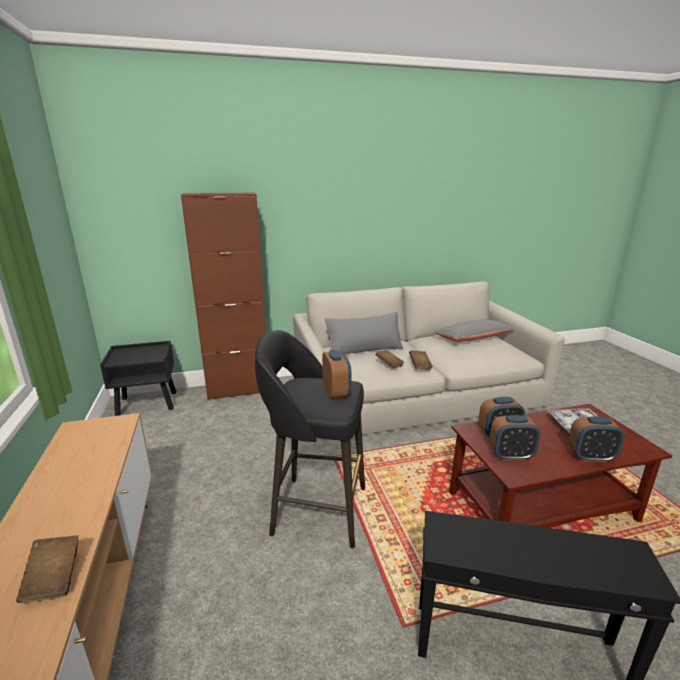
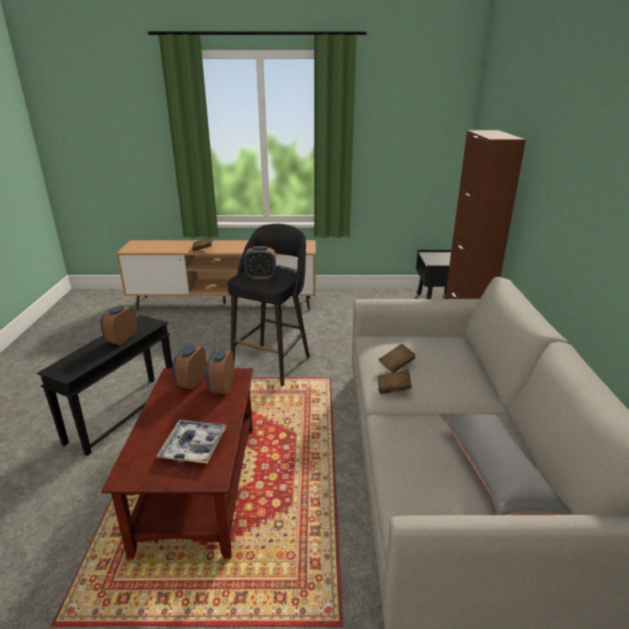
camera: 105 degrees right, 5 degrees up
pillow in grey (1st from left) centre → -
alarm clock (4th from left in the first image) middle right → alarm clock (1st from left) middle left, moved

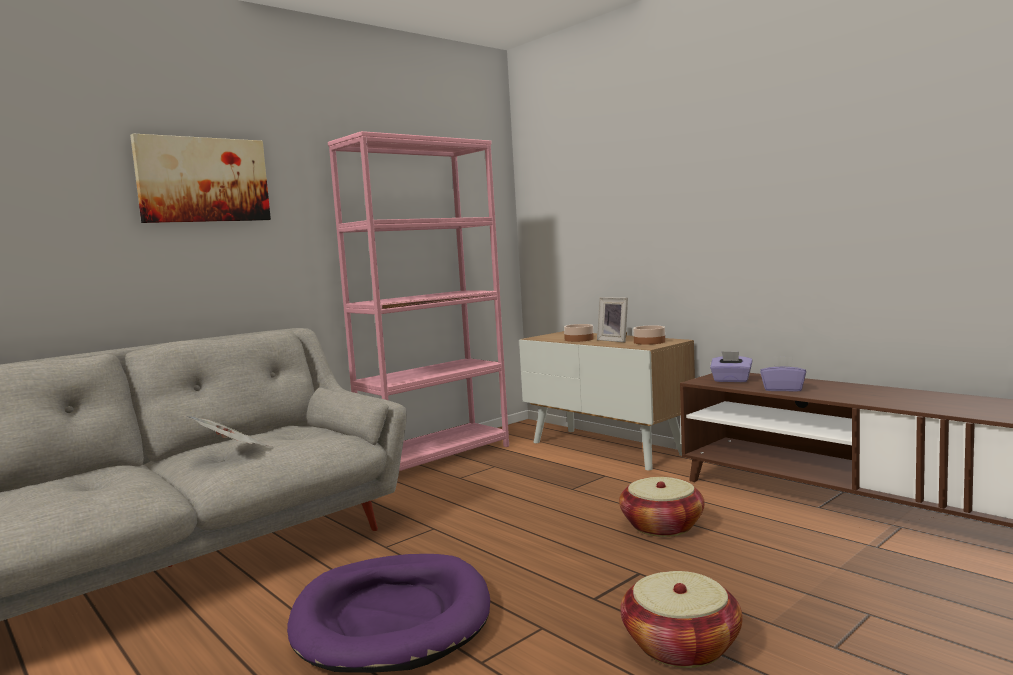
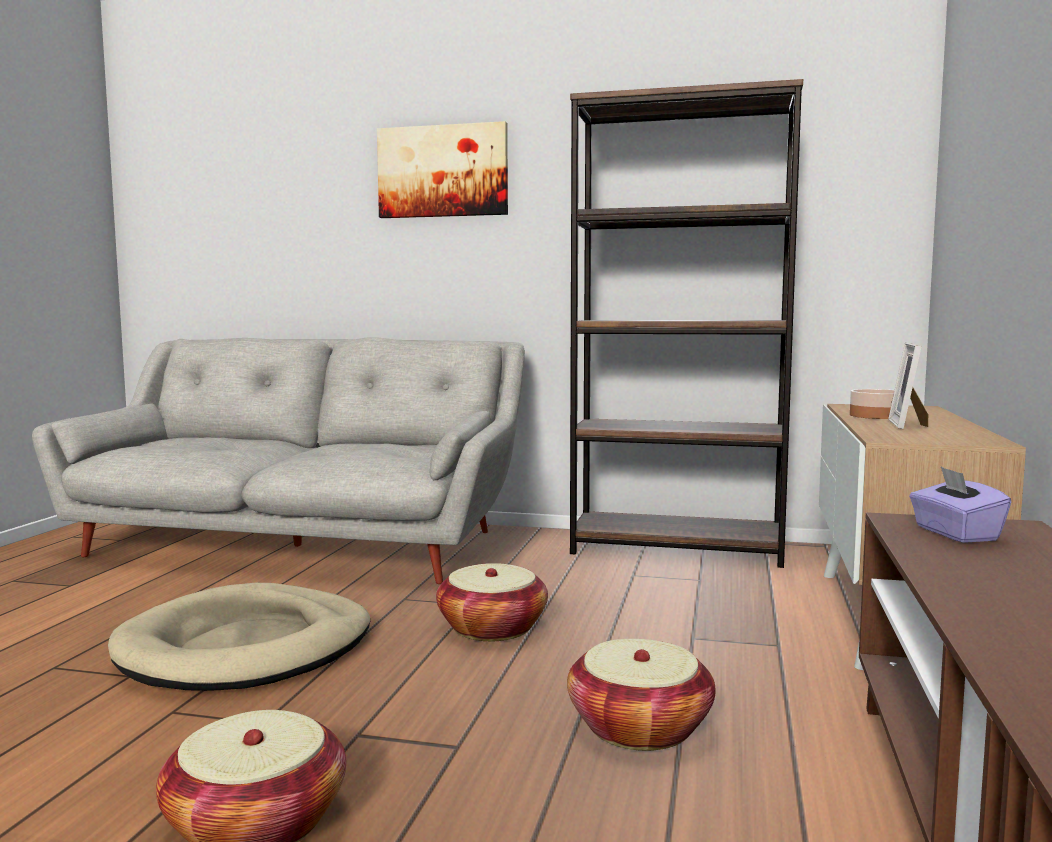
camera: 55 degrees right, 0 degrees up
bookcase in pink centre → bookcase in brown centre
bowl (2nd from left) centre → -
tissue box in purple (2nd from left) middle right → -
newspaper middle left → -
dog bed in purple bottom centre → dog bed in beige bottom left
- → basket (2nd from left) bottom centre

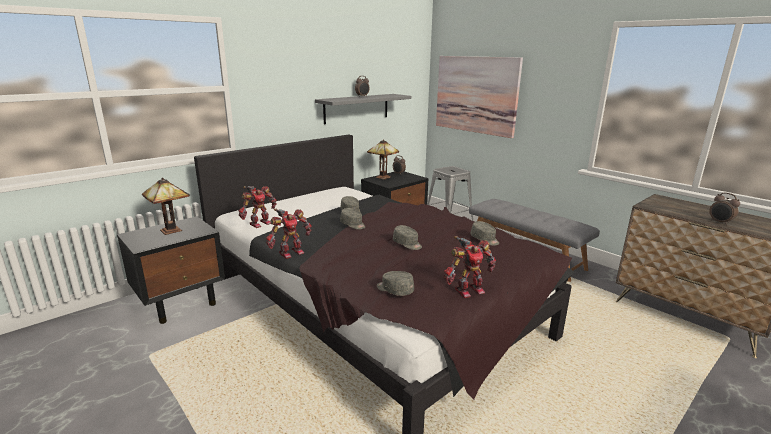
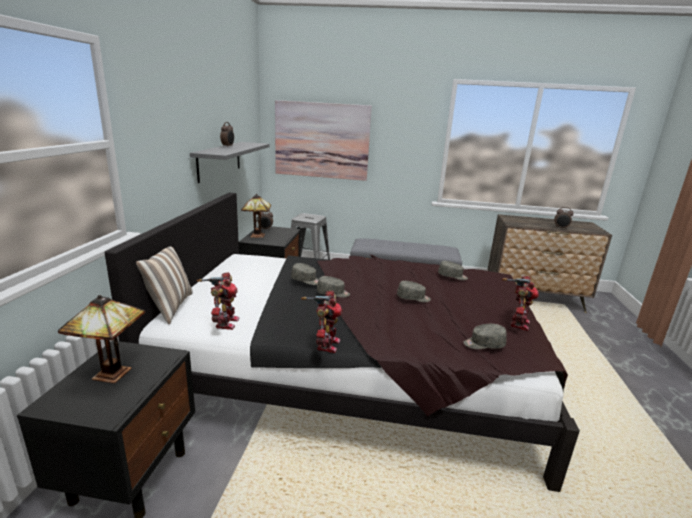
camera: 40 degrees left, 0 degrees up
- → pillow middle left

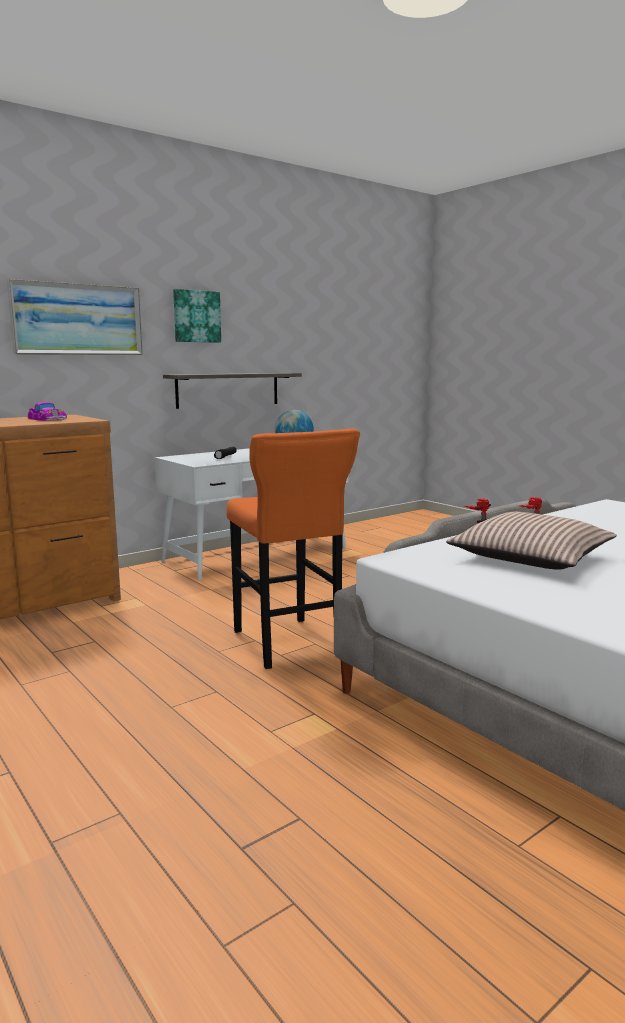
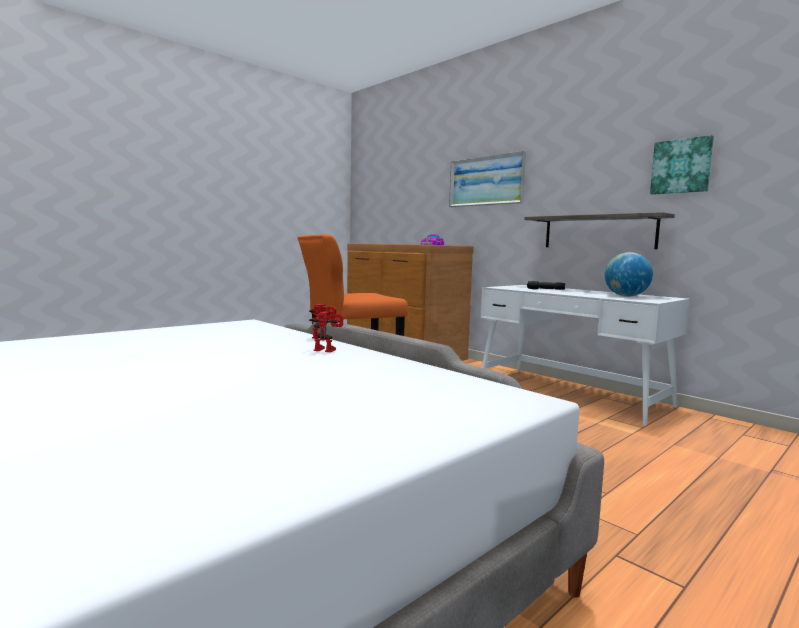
camera: 85 degrees right, 5 degrees down
picture (2nd from left) top left → picture (2nd from left) top right, moved
pillow middle right → -

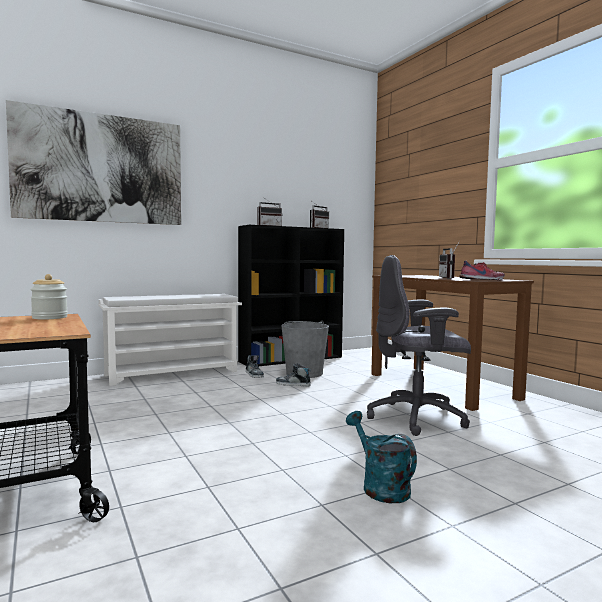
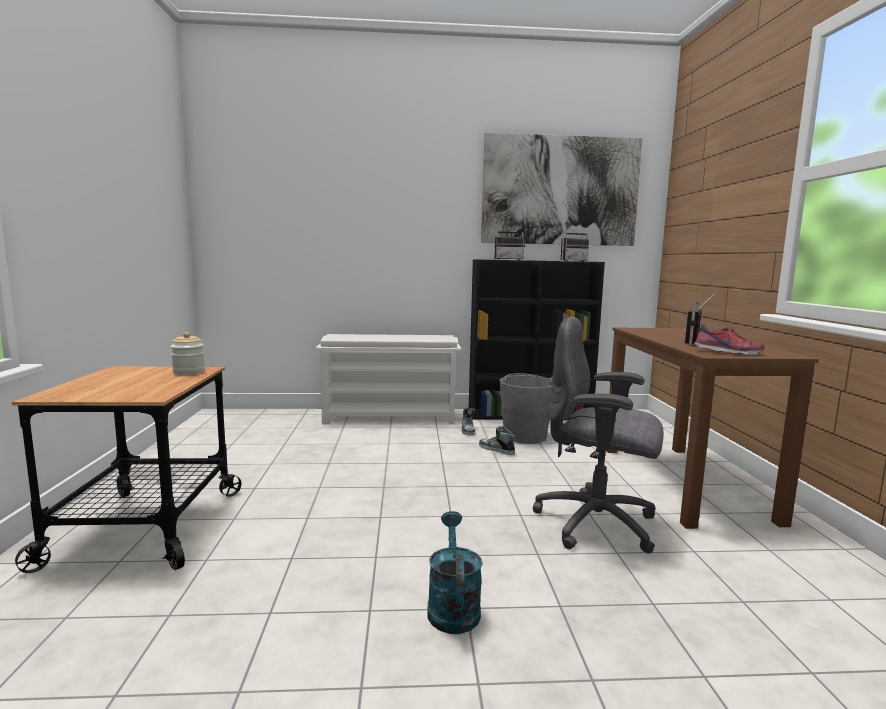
camera: 25 degrees right, 5 degrees up
picture top left → picture top centre, moved

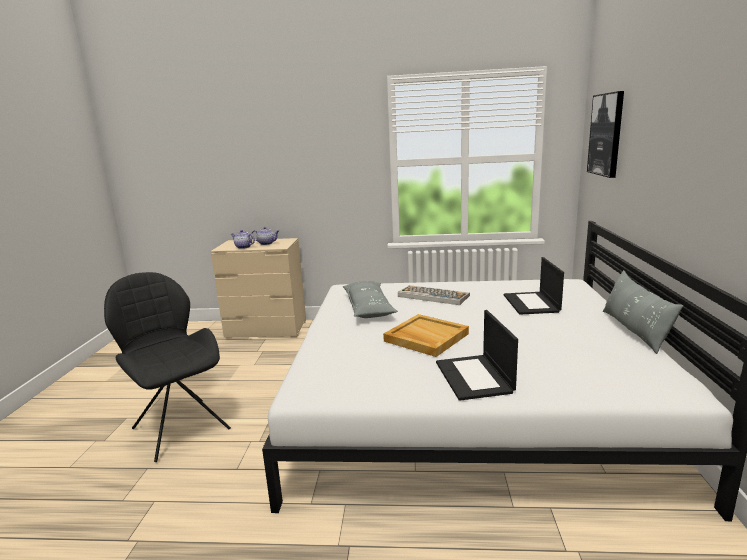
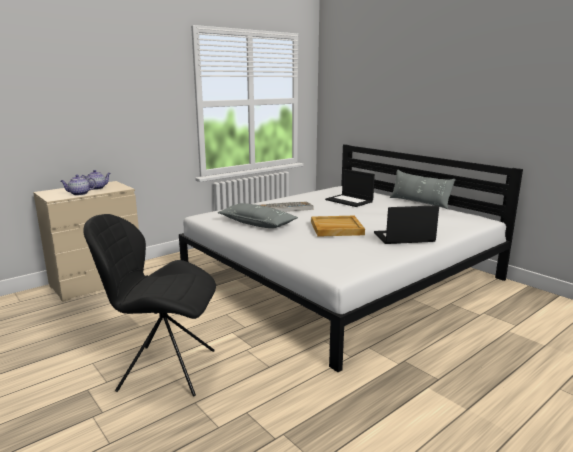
camera: 45 degrees left, 0 degrees up
picture top right → -
laptop (1st from left in the first image) centre → laptop (2nd from left) middle right, 135 degrees clockwise

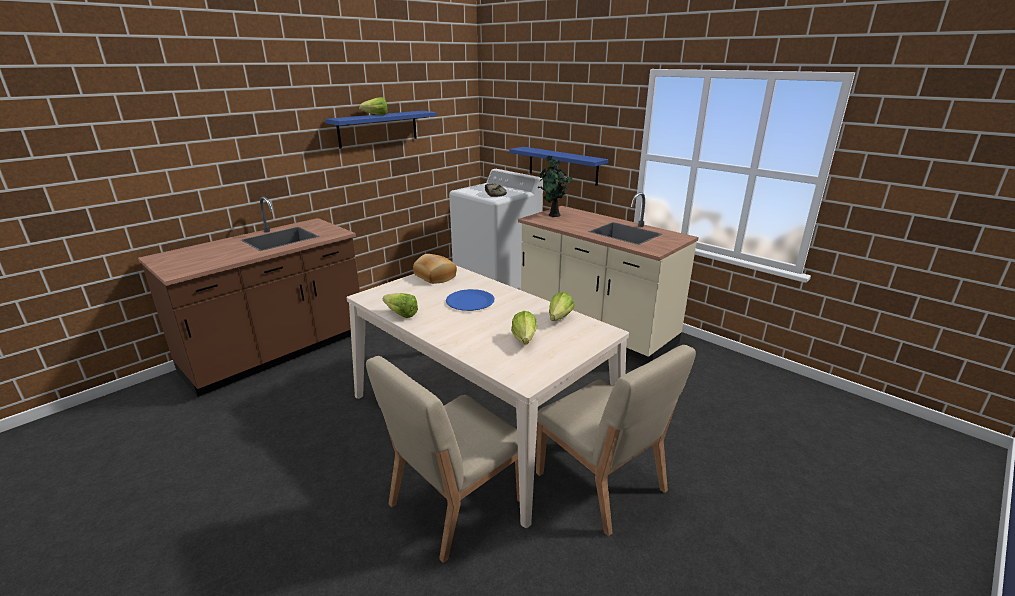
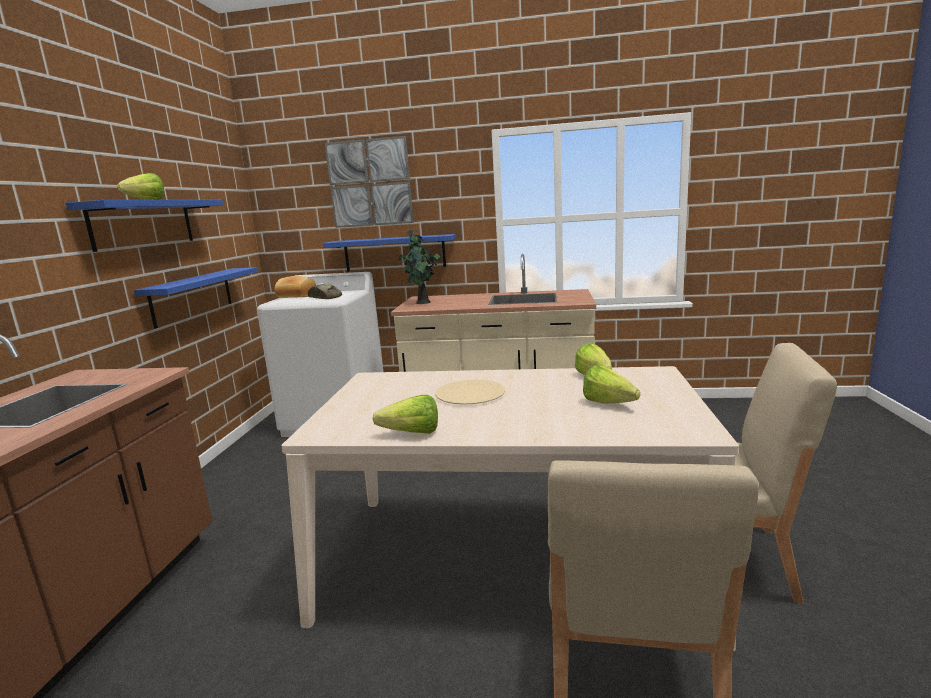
camera: 35 degrees left, 10 degrees down
bread (1st from left) centre → bread (1st from left) middle left, moved
plate in blue centre → plate in beige centre
- → picture top centre
- → shelf in blue (2nd from left) middle left

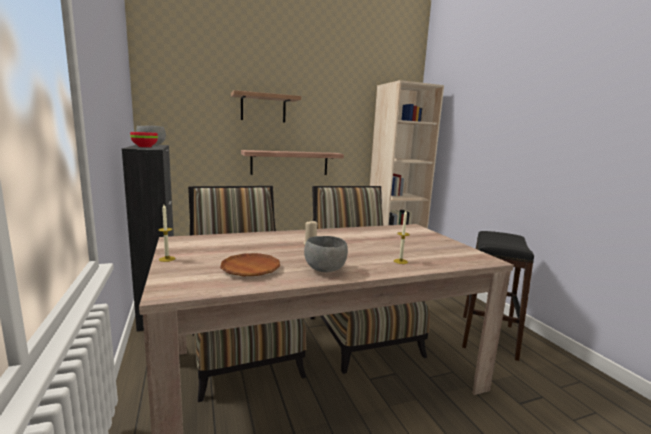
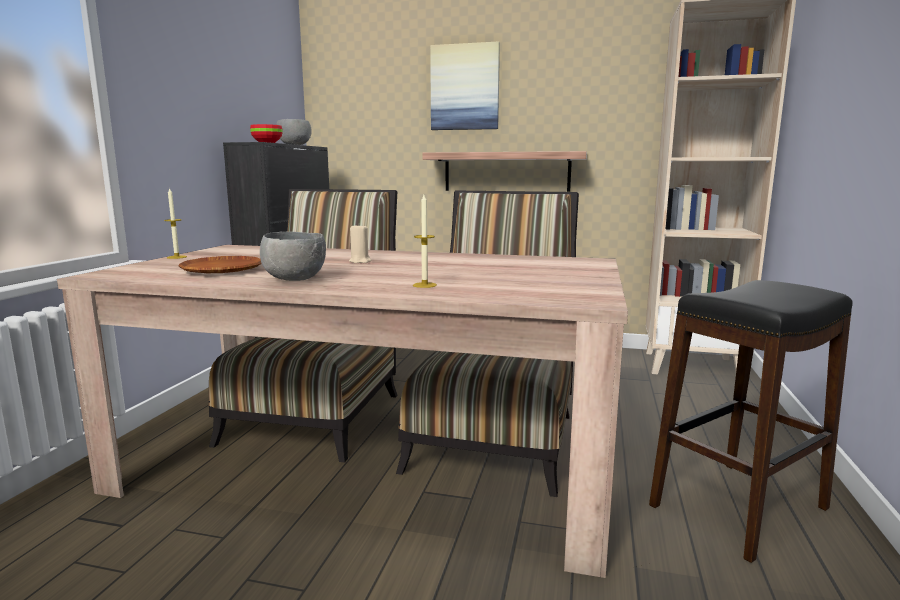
camera: 35 degrees right, 0 degrees up
shelf (1st from left) top centre → picture top centre

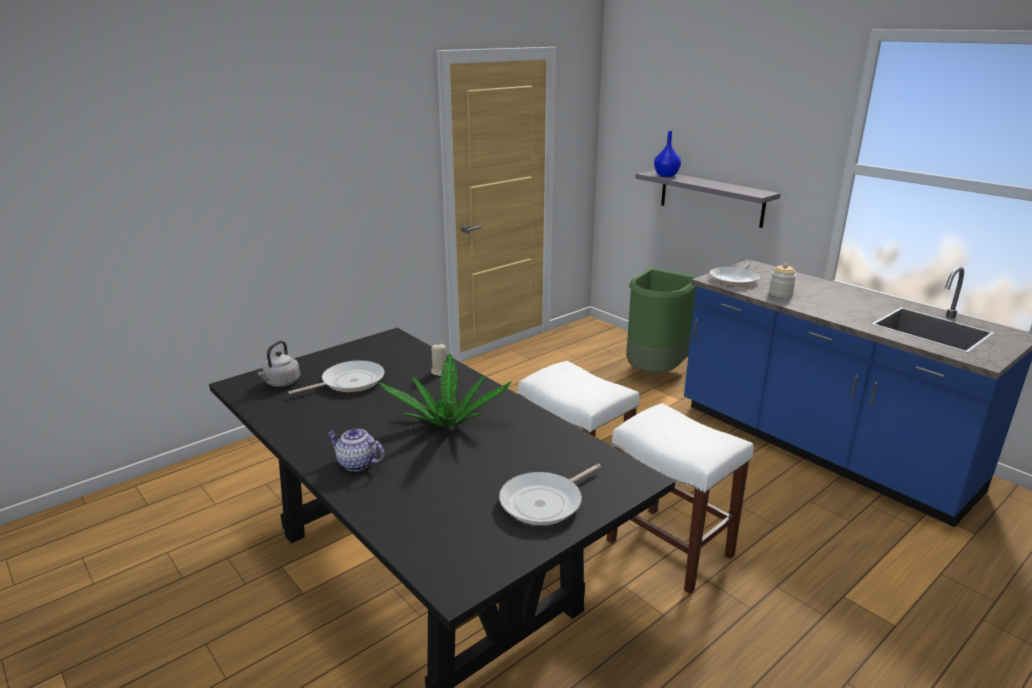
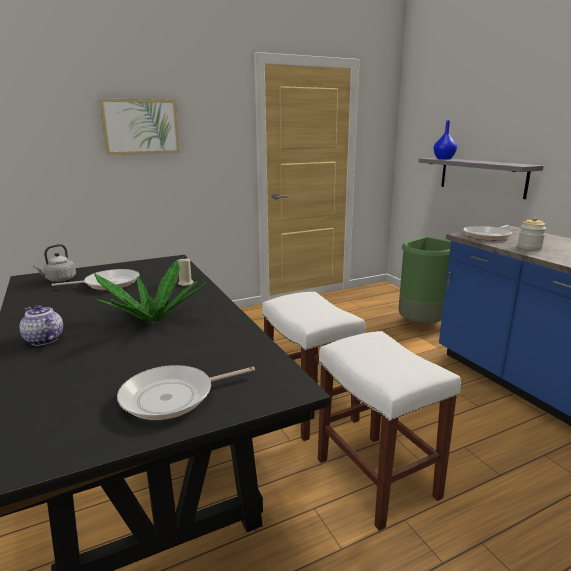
camera: 15 degrees right, 5 degrees down
- → picture top left

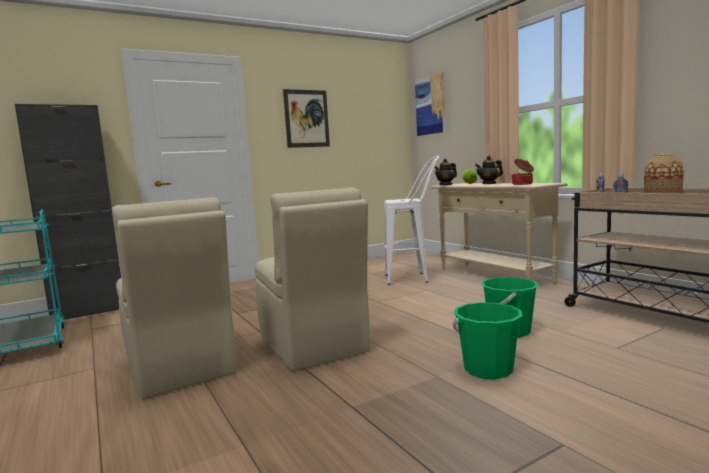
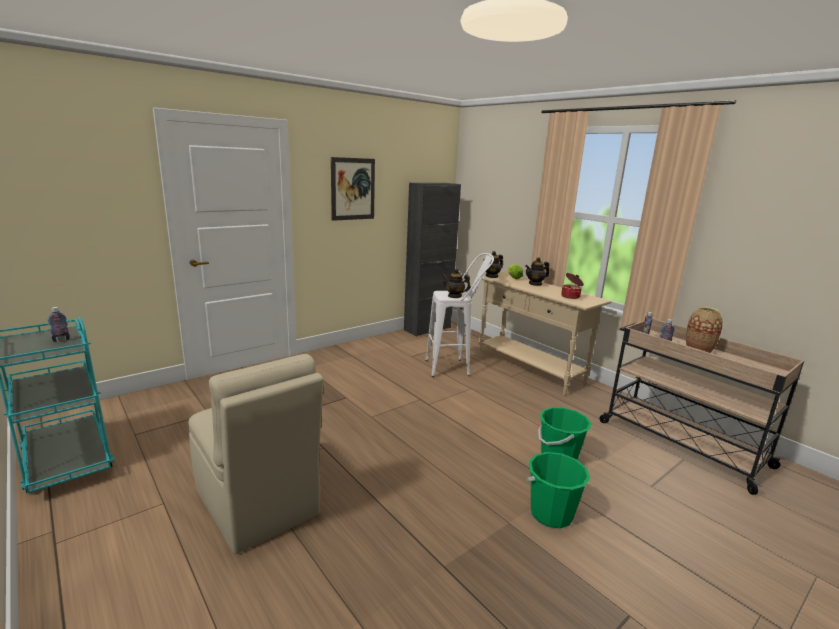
camera: 10 degrees left, 10 degrees up
picture (2nd from left) top centre → -
cabinet in black middle left → cabinet in black centre, moved
chair in beige (2nd from left) centre → -
- → teapot (1st from left) centre
- → bottle (1st from left) middle left

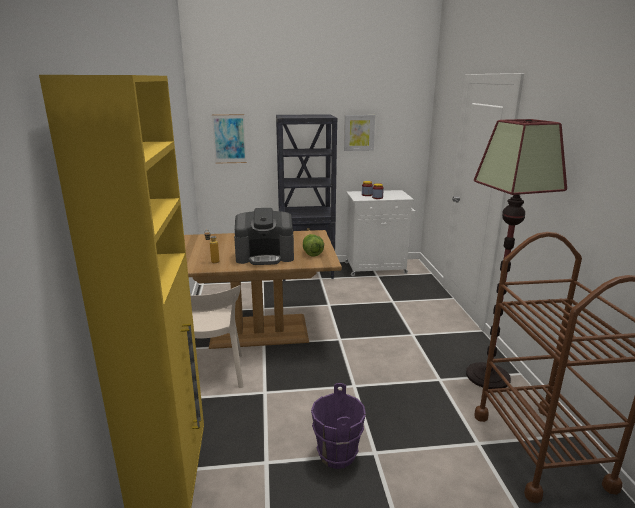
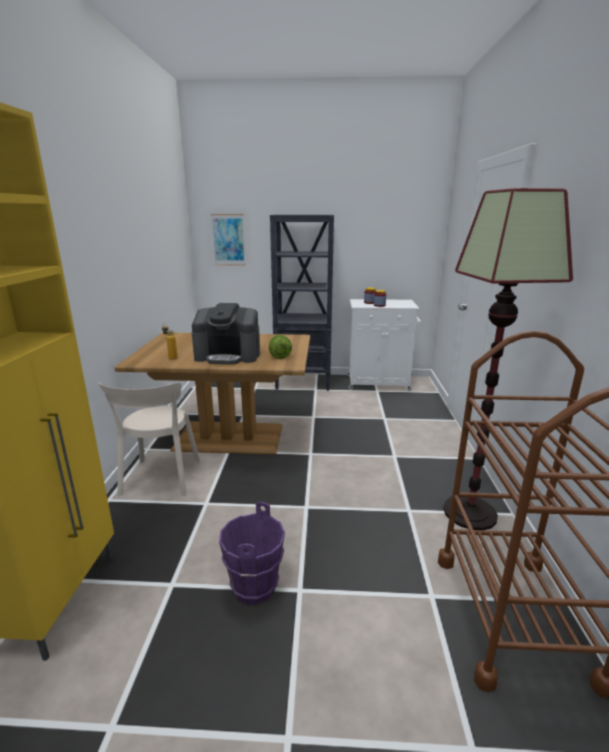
camera: 10 degrees right, 0 degrees up
picture (2nd from left) top centre → -

